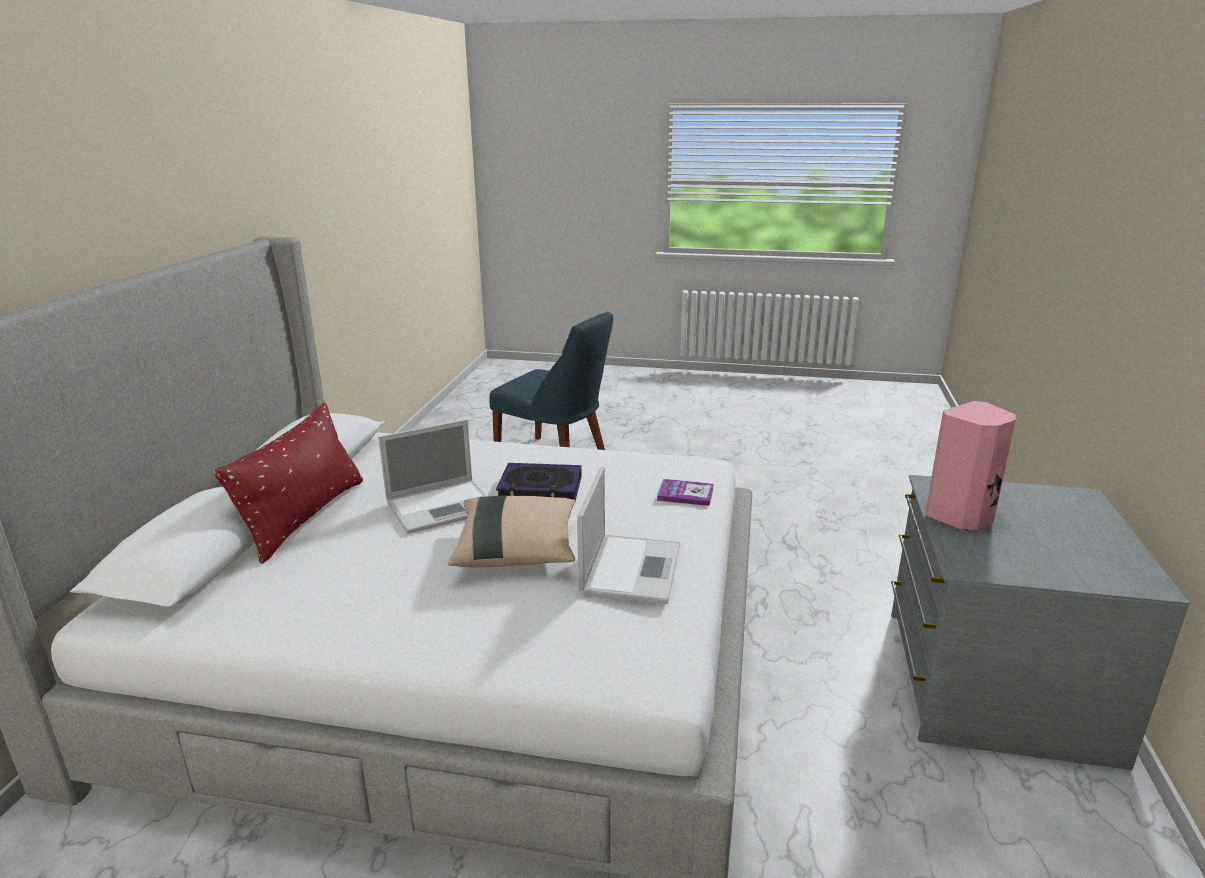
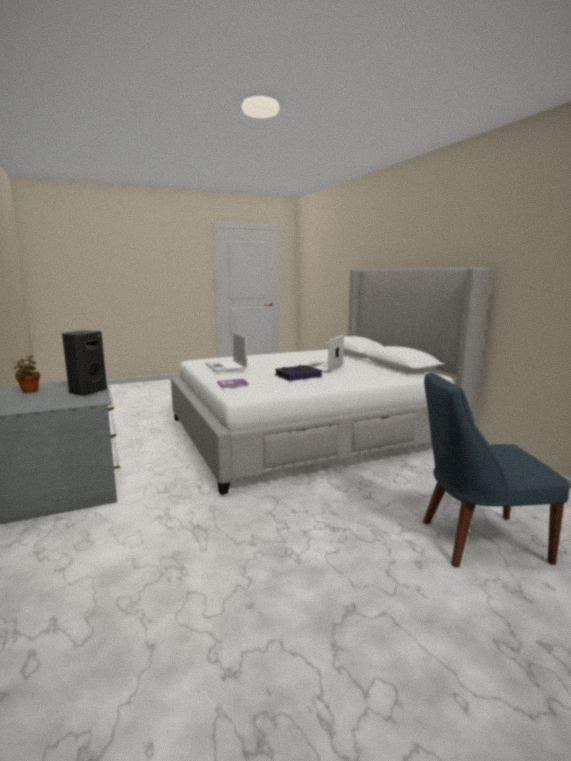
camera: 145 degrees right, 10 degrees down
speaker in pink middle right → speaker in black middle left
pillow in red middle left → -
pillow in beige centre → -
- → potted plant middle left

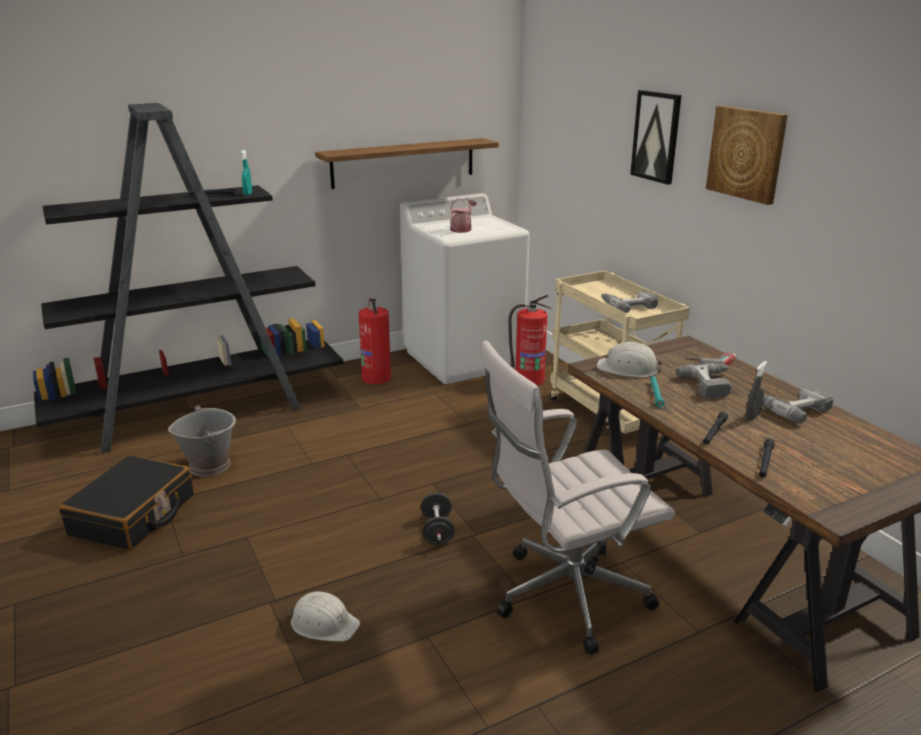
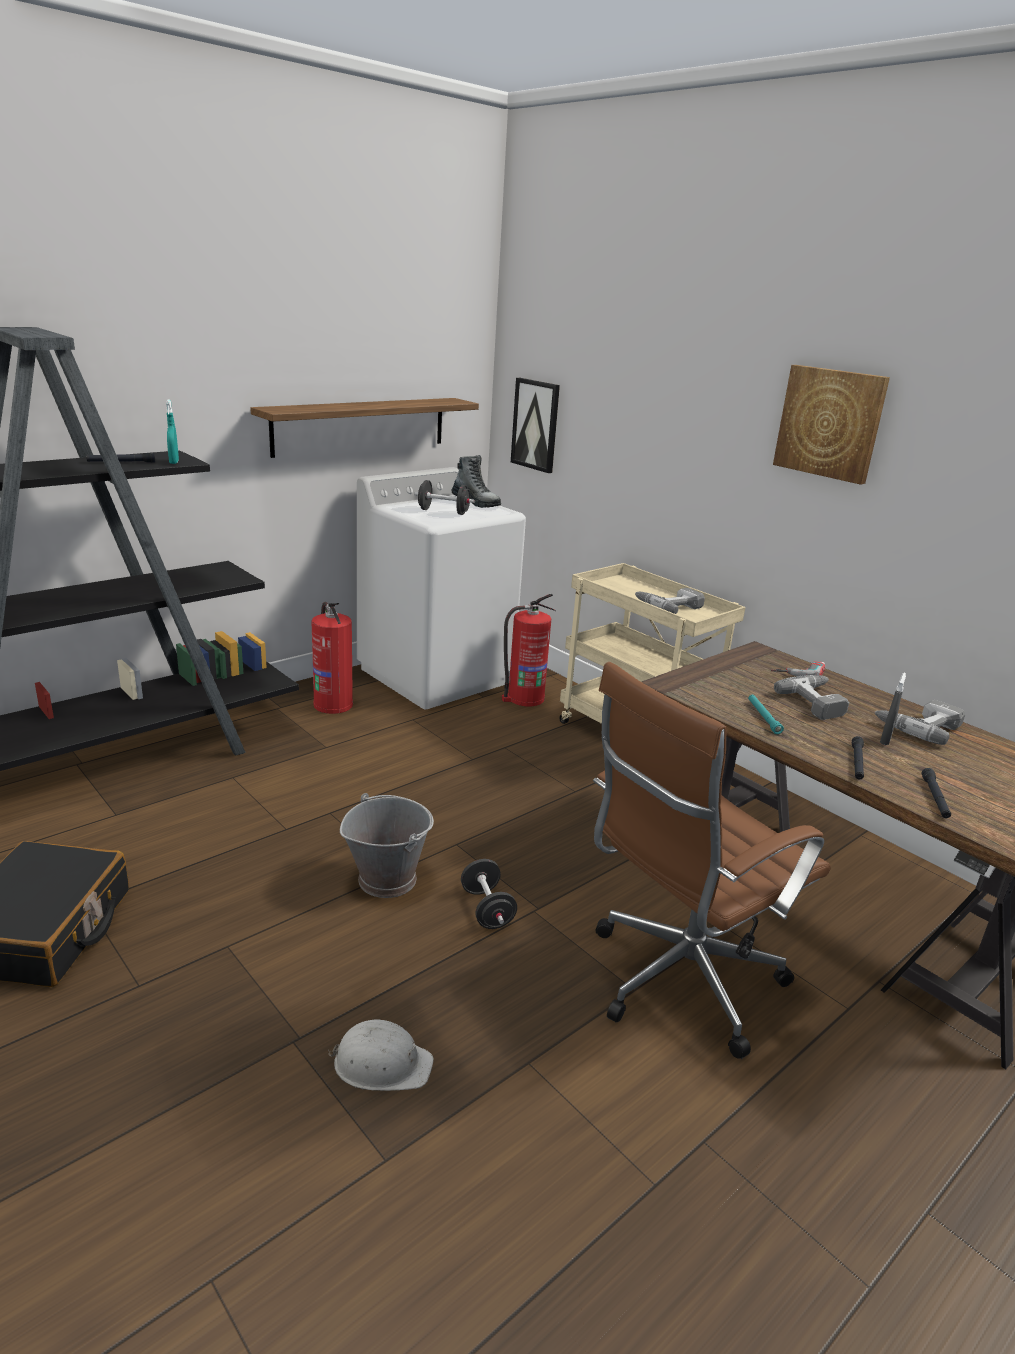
camera: 15 degrees left, 0 degrees up
picture (1st from left) top right → picture (1st from left) top centre, moved
watering can top centre → dumbbell in black (1st from left) centre
office chair in white bottom centre → office chair in brown middle right
hard hat in white (2nd from left) middle right → -
bucket in grey middle left → bucket in grey centre, moved
- → boot centre

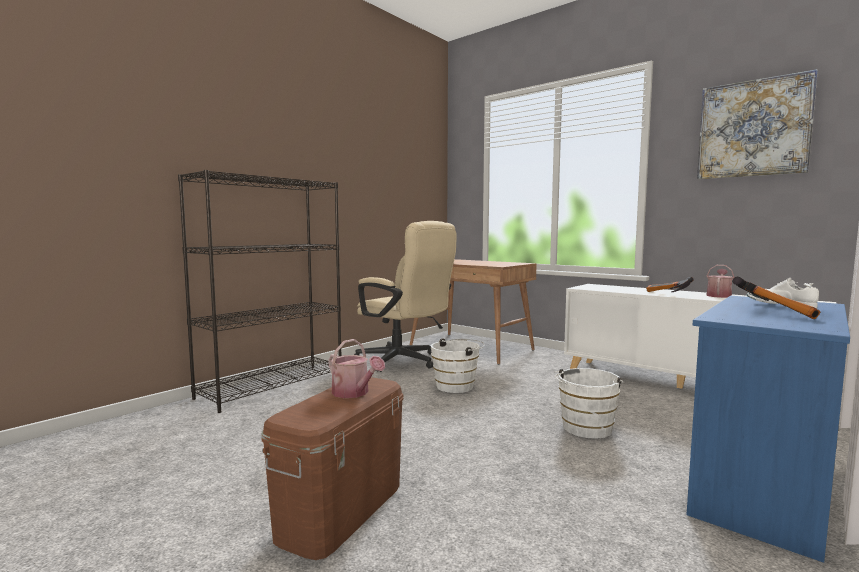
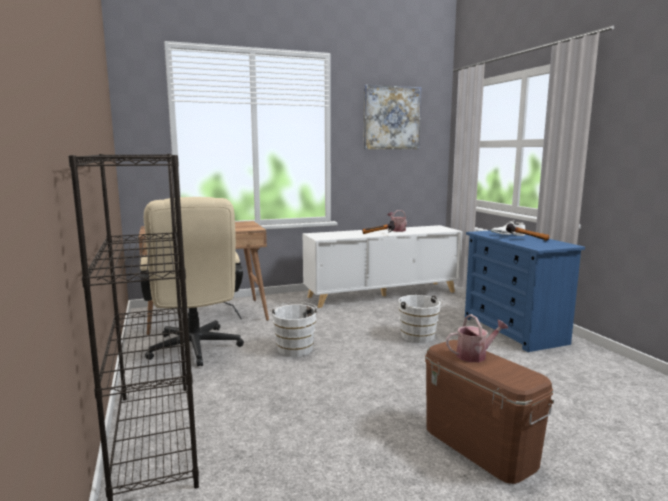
camera: 60 degrees left, 5 degrees up
office chair in beige centre → office chair in beige middle left, 90 degrees clockwise

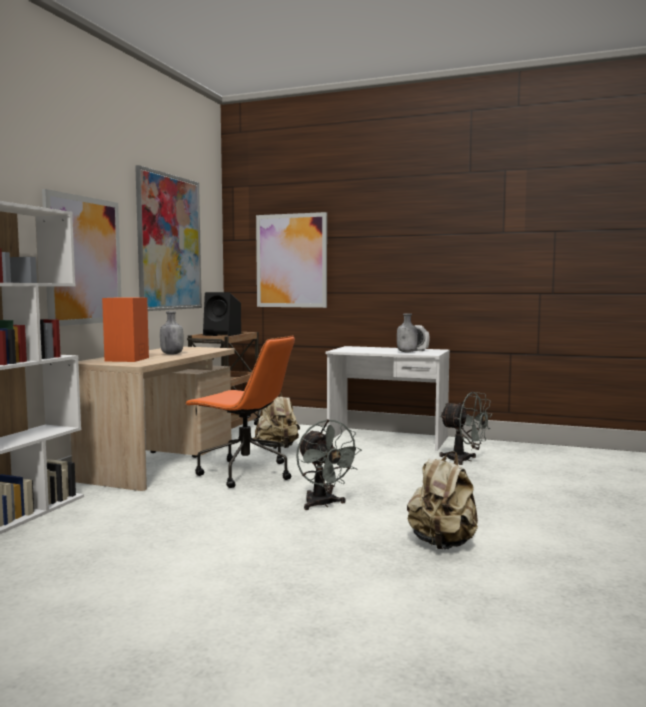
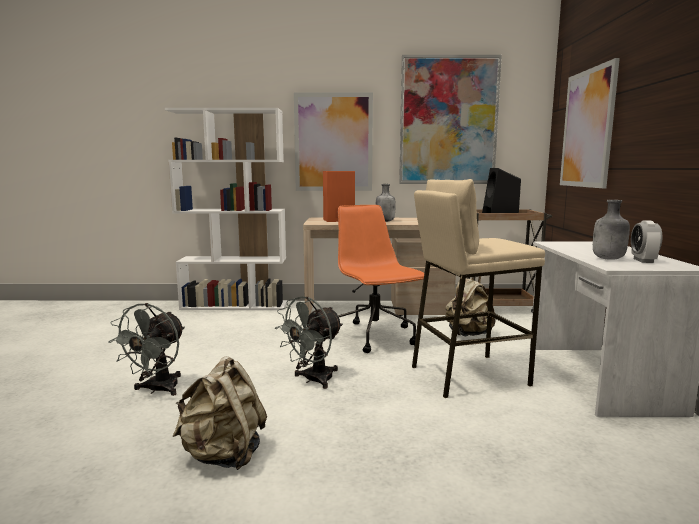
camera: 70 degrees right, 5 degrees up
office chair in orange centre, 150 degrees clockwise
fan in grey (2nd from left in the first image) middle right → fan in grey (1st from left) middle left, moved
- → stool in beige middle right

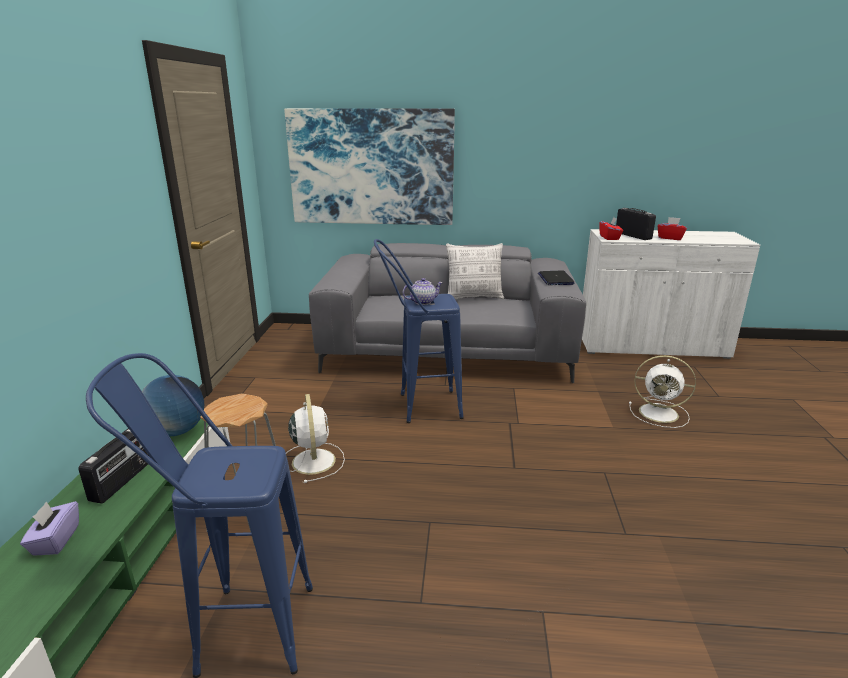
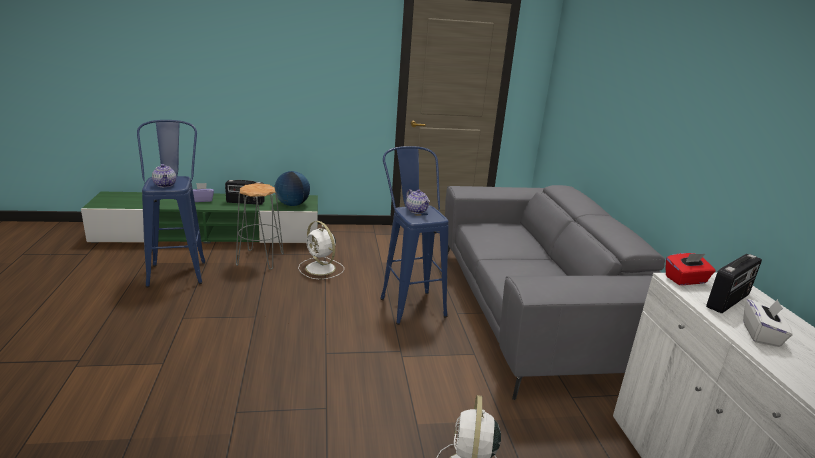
camera: 75 degrees right, 0 degrees up
picture top centre → -
tissue box in red (2nd from left) middle right → tissue box in white bottom right
pillow centre → -
laptop centre → -
fan in white (1st from left) centre, 75 degrees clockwise
- → teapot (1st from left) middle left

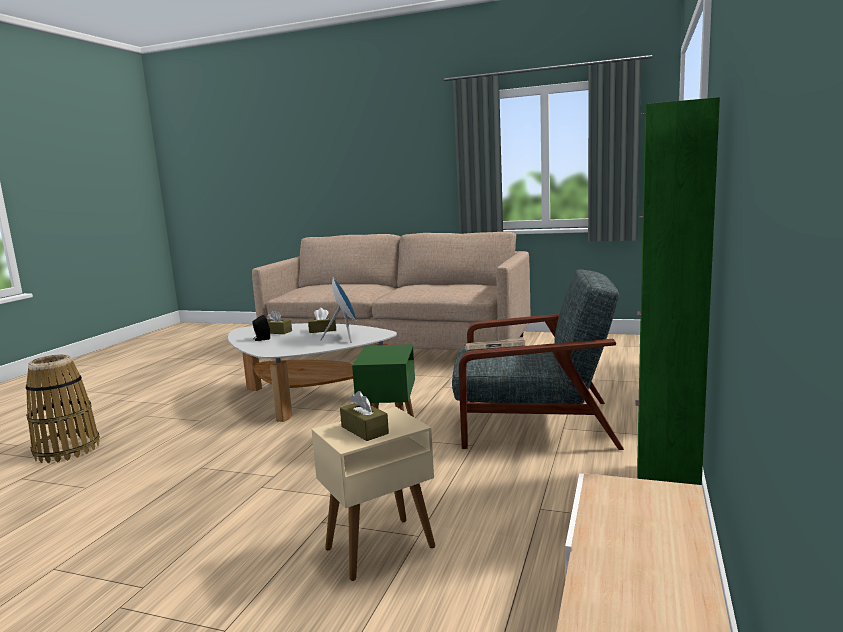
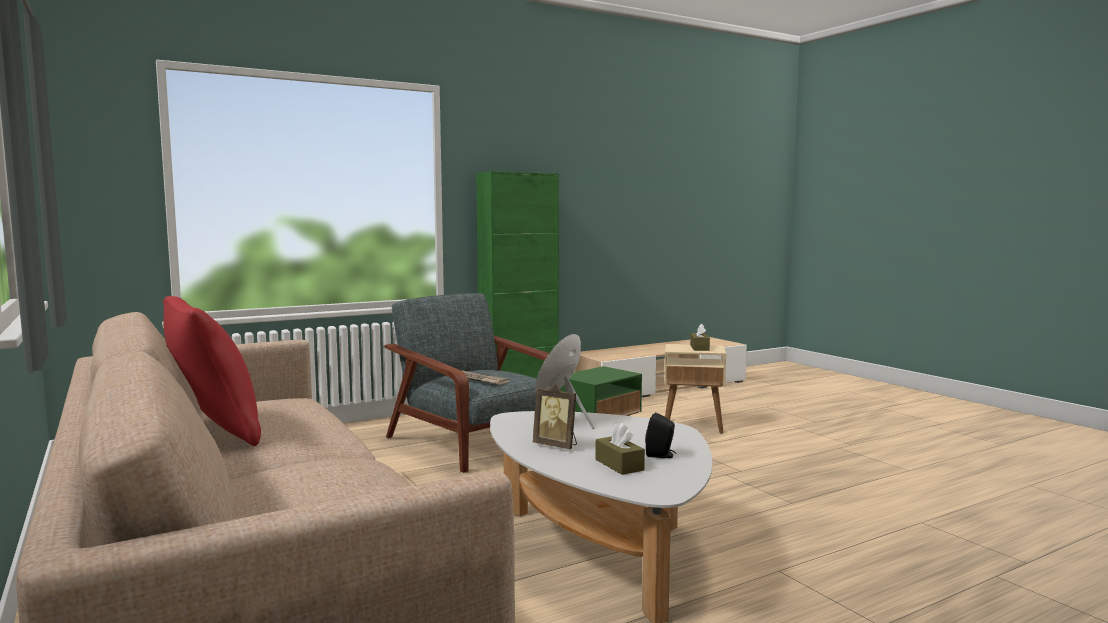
camera: 140 degrees left, 5 degrees down
tissue box in brown (2nd from left) centre → picture frame bottom centre
basket middle left → -
- → pillow in red middle left

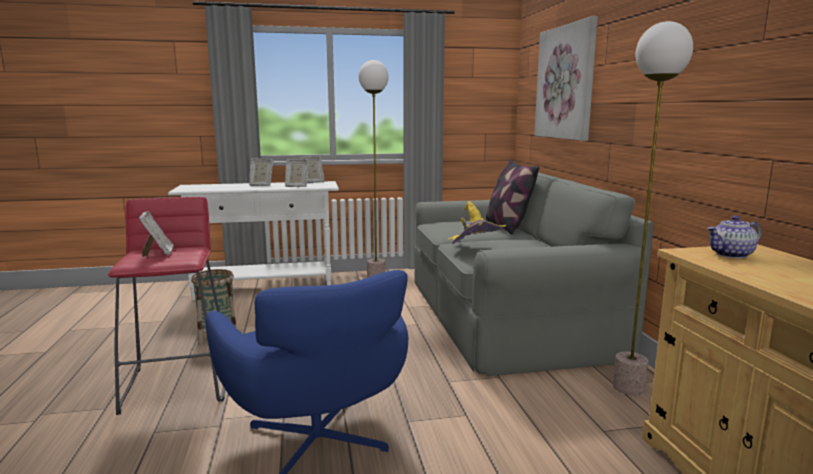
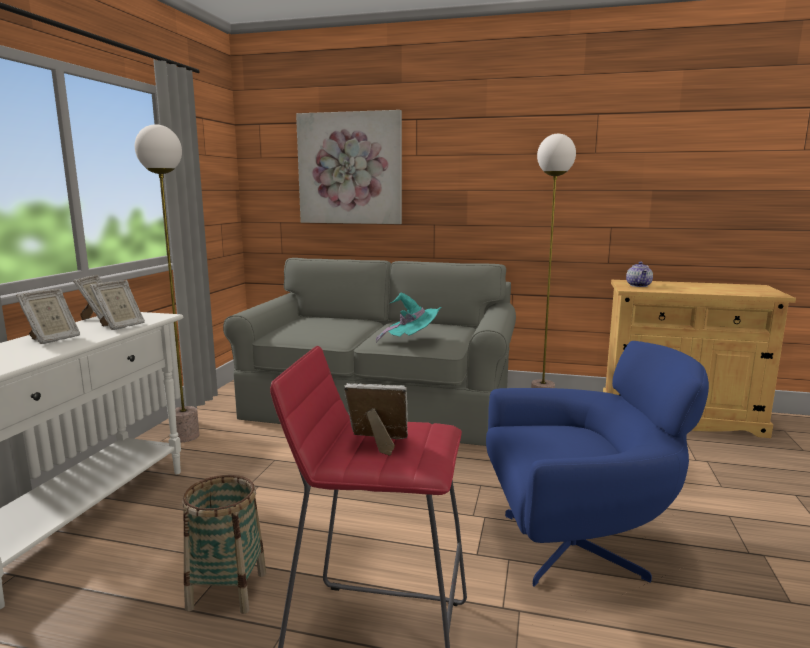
camera: 65 degrees left, 0 degrees up
pillow centre → -
hat in yellow centre → hat in turquoise centre

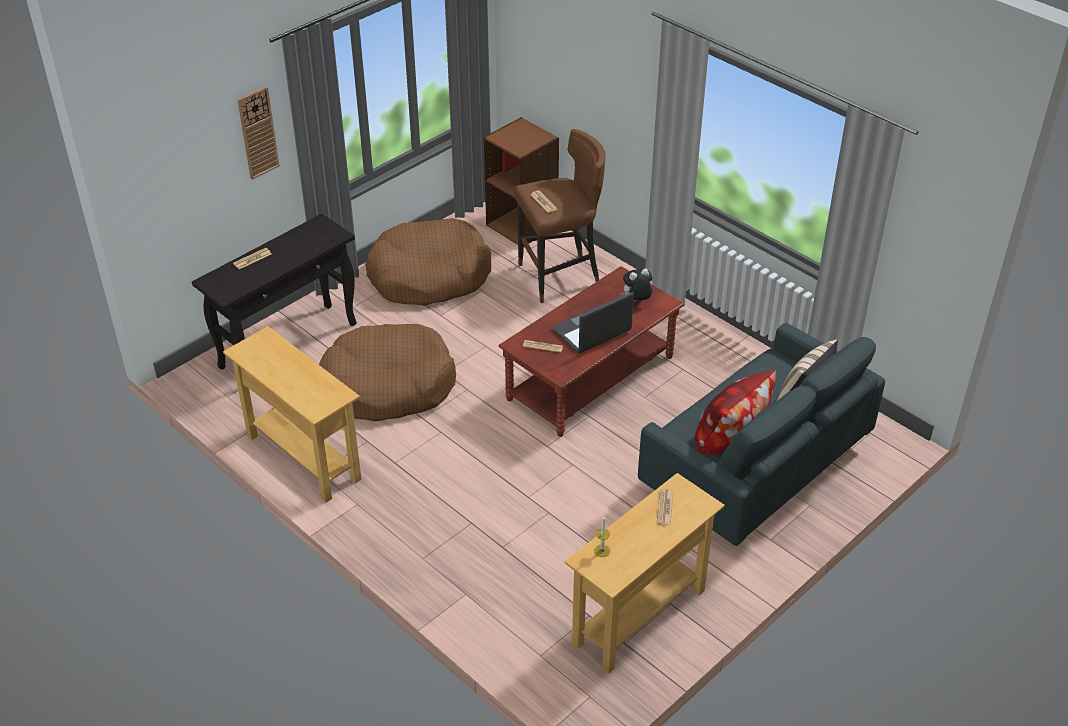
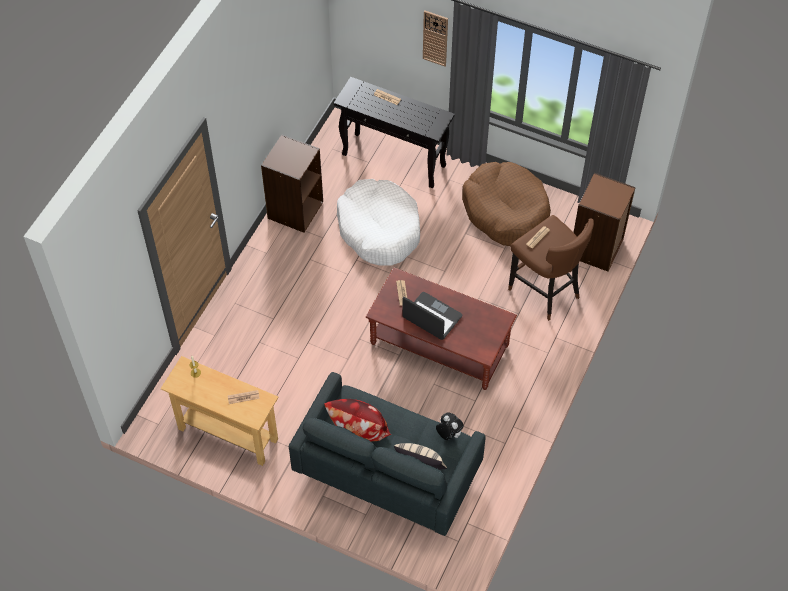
camera: 70 degrees right, 15 degrees up
plush toy centre → plush toy bottom centre, moved
dog bed in brown (1st from left) centre → dog bed in white centre
console table in beige (1st from left) middle left → bookcase in brown (1st from left) top centre

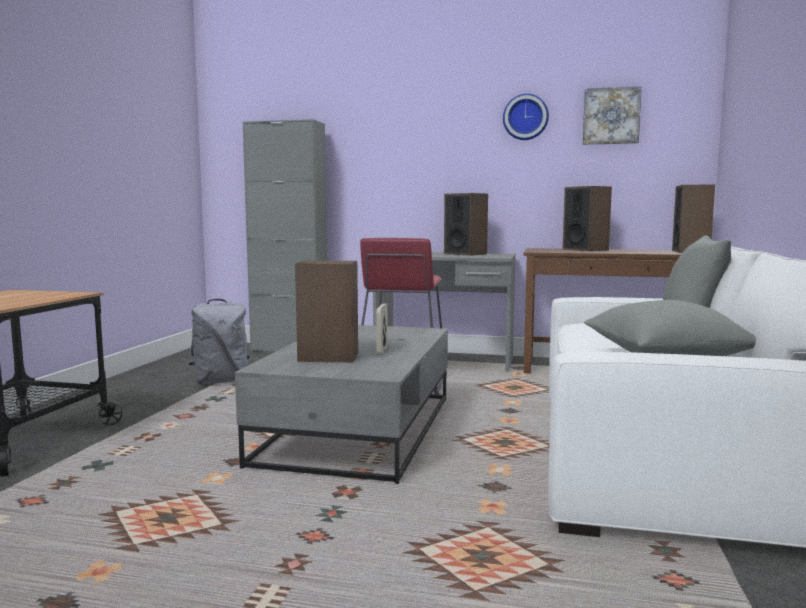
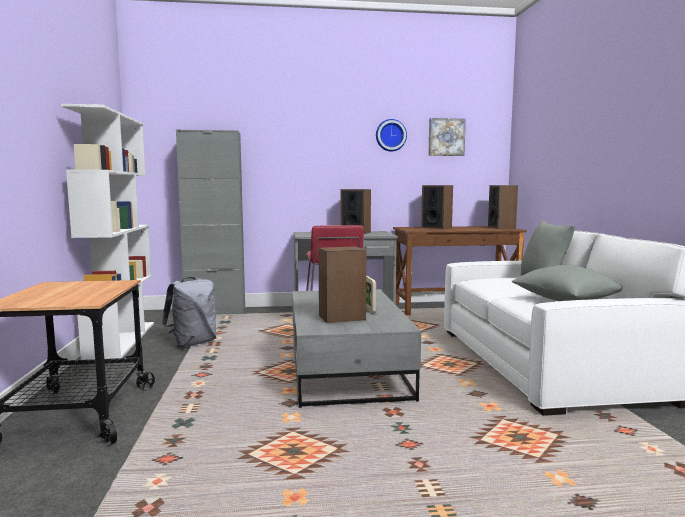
camera: 20 degrees left, 0 degrees up
- → bookcase in white middle left

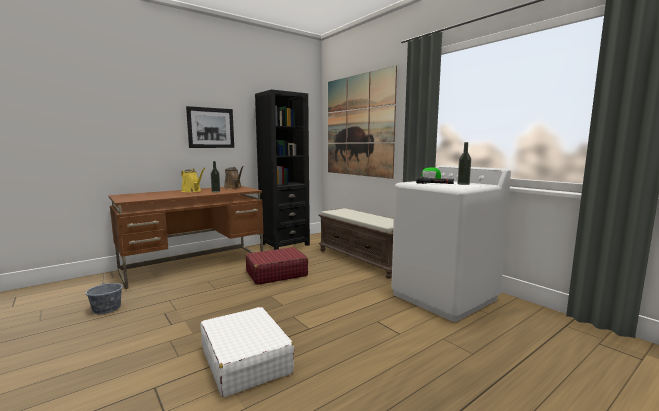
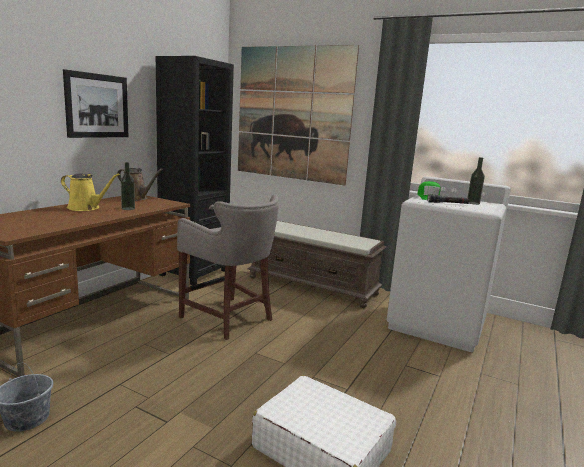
camera: 25 degrees left, 5 degrees up
suitcase in red centre → stool in grey centre

